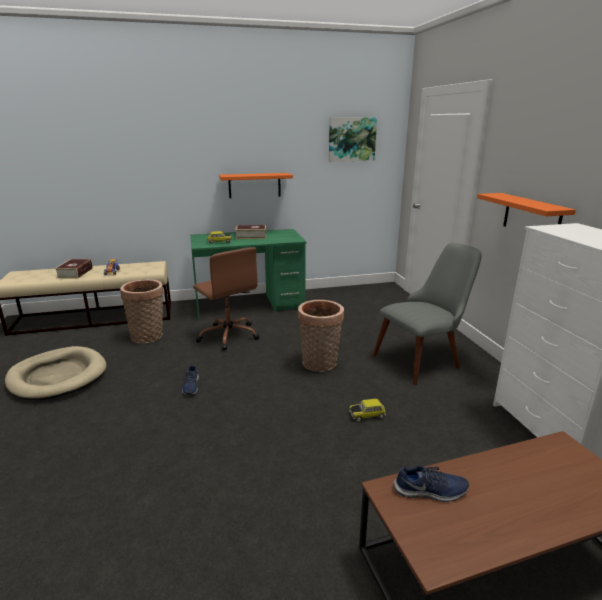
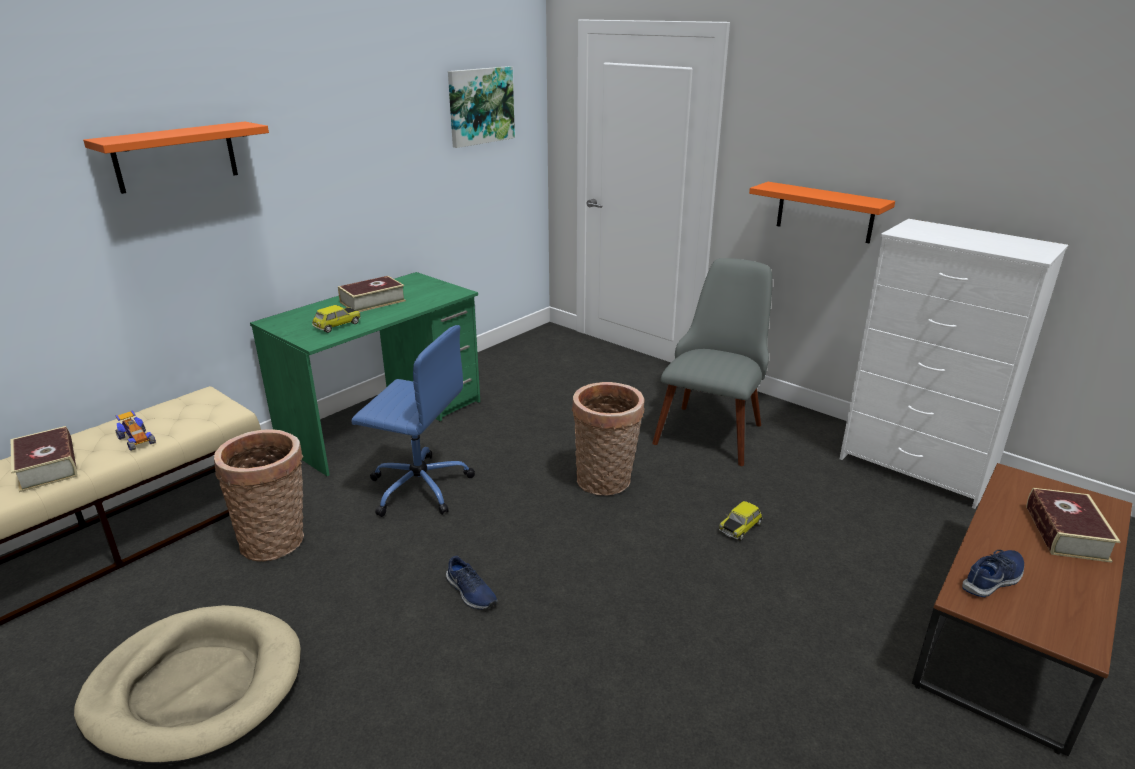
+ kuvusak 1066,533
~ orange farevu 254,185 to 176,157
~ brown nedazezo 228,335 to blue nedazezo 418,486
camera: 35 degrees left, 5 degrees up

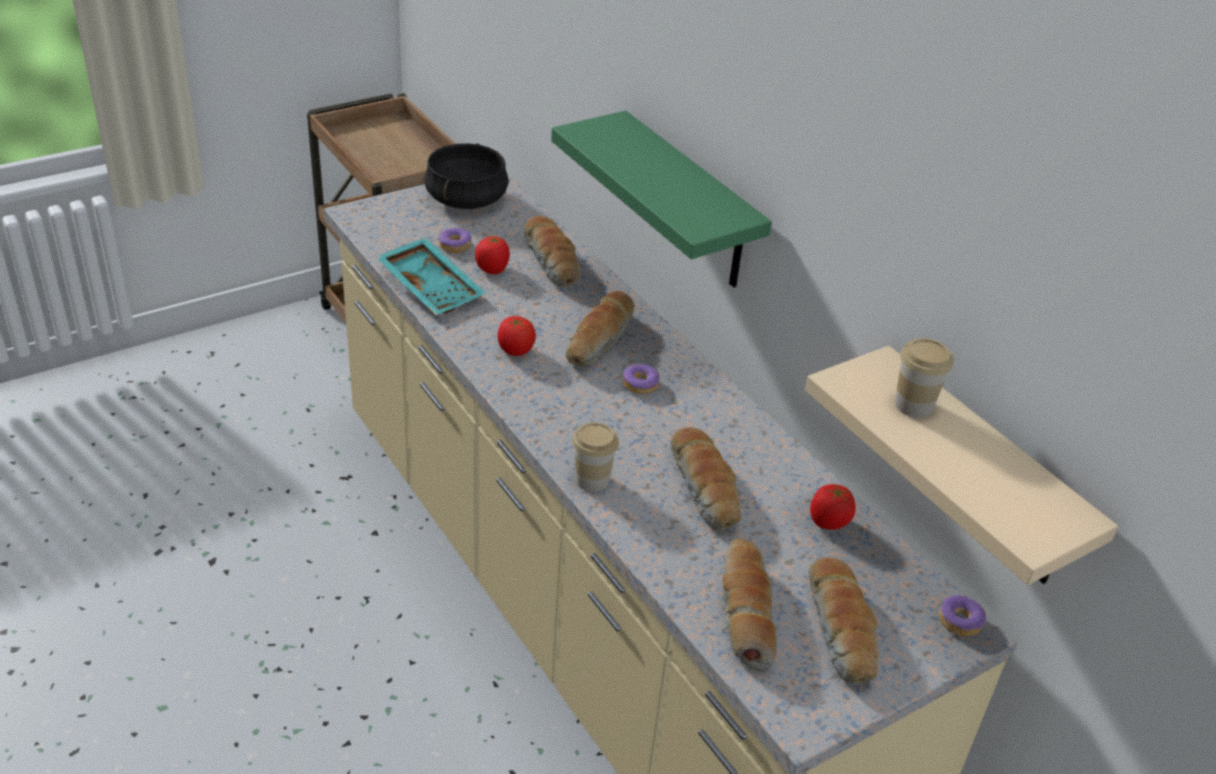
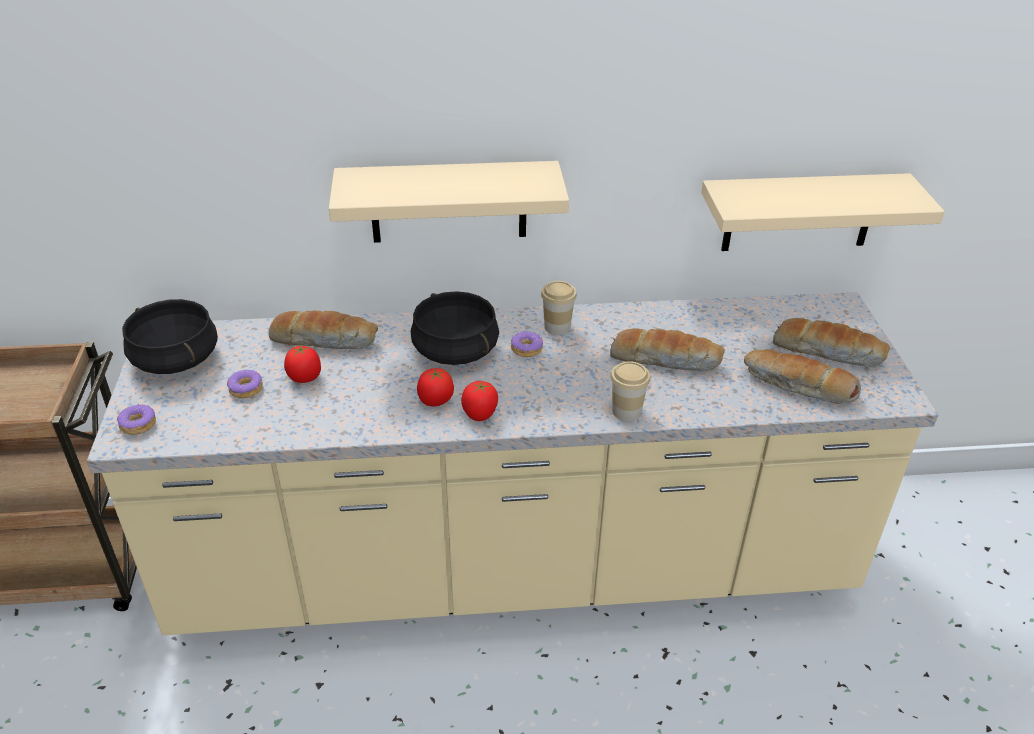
- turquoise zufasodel 432,287
~ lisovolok 828,522 to 480,414
~ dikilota 913,405 to 557,327
~ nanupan 959,621 to 137,424
~ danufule 600,340 to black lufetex 456,350
~ green farevu 689,203 to beige farevu 448,202
camera: 60 degrees left, 0 degrees up

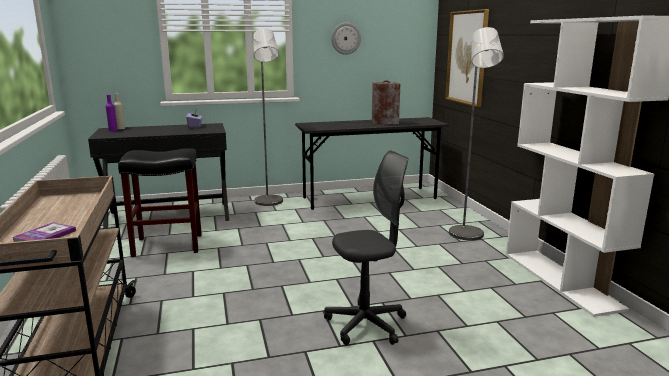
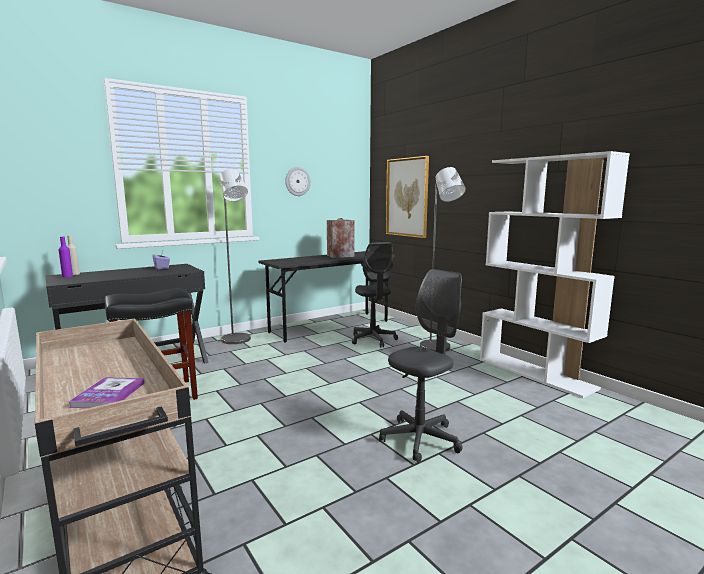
+ grey nedazezo 373,339
camera: 20 degrees left, 5 degrees down

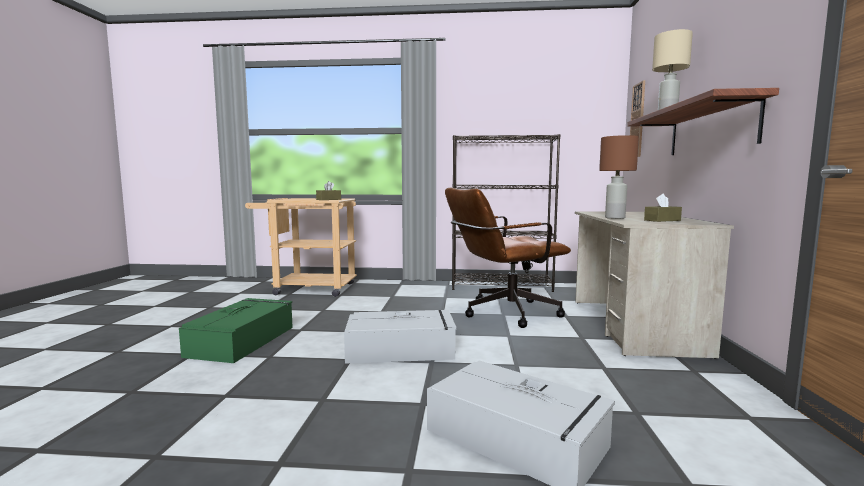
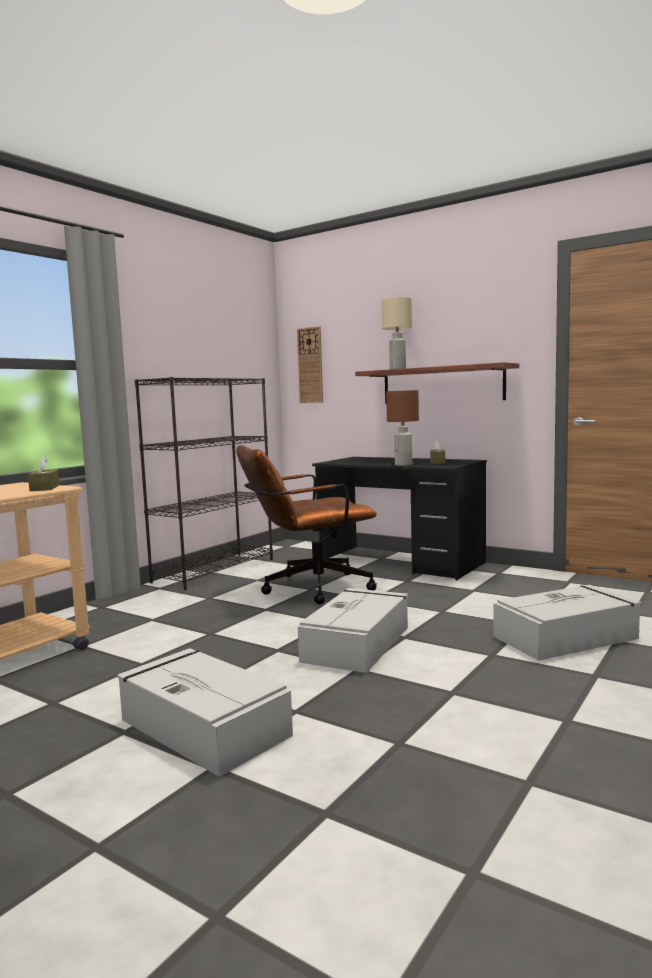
~ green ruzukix 243,340 to grey ruzukix 202,726
~ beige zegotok 633,325 to black zegotok 400,562
~ brown nedazezo 503,313 = 308,588 60 degrees clockwise
camera: 60 degrees left, 0 degrees up

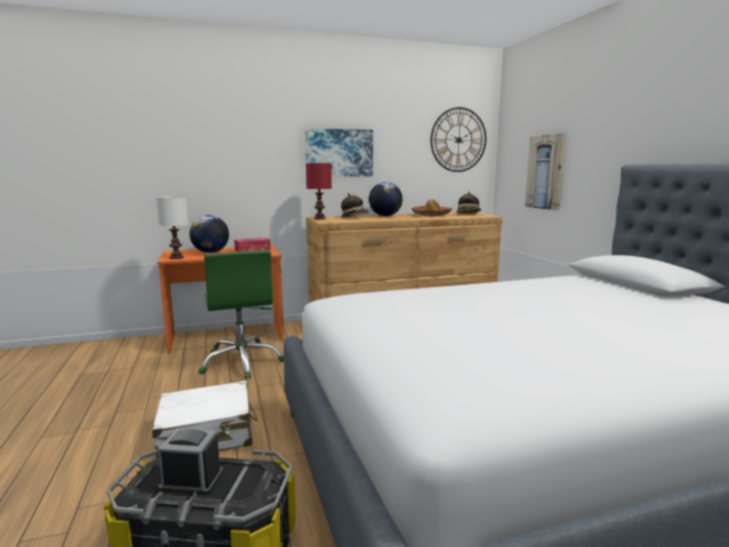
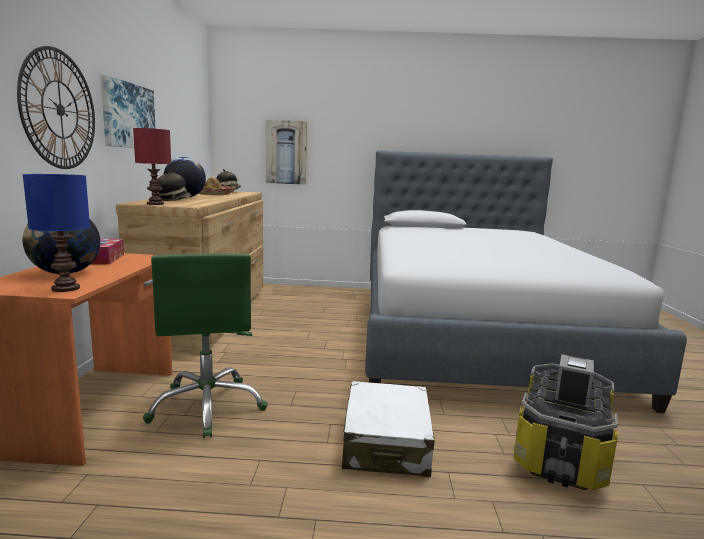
~ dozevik 458,140 to 60,109
~ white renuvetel 176,257 to blue renuvetel 64,289
~ green nedazezo 242,362 = 208,406 75 degrees clockwise
camera: 70 degrees left, 0 degrees up

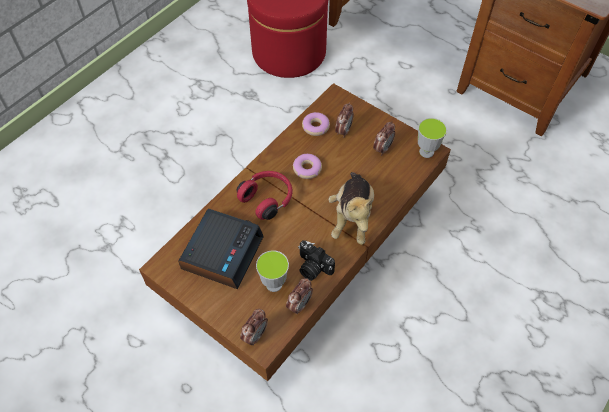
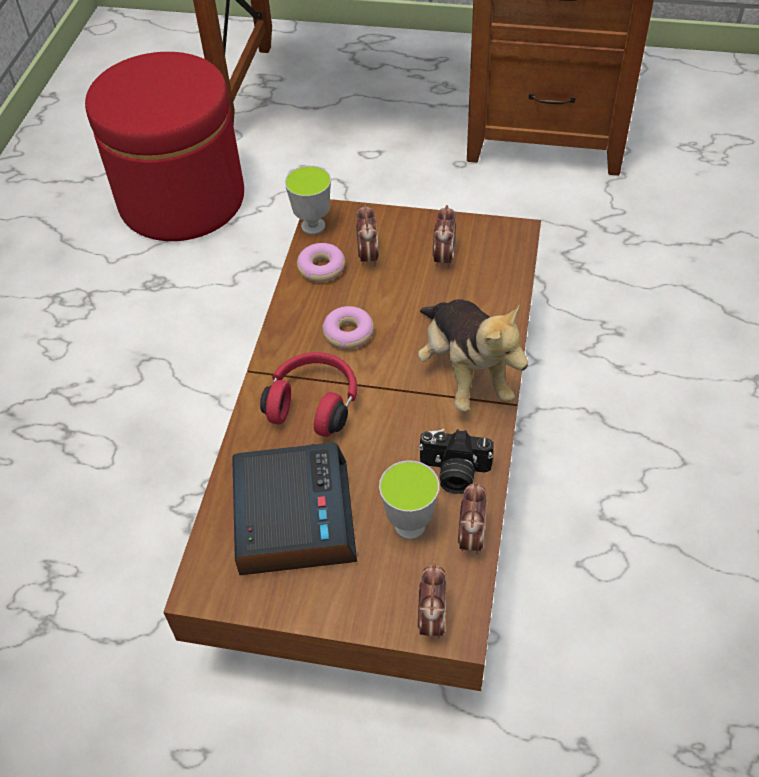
~ dikilota 426,152 to 313,226
camera: 25 degrees left, 5 degrees down

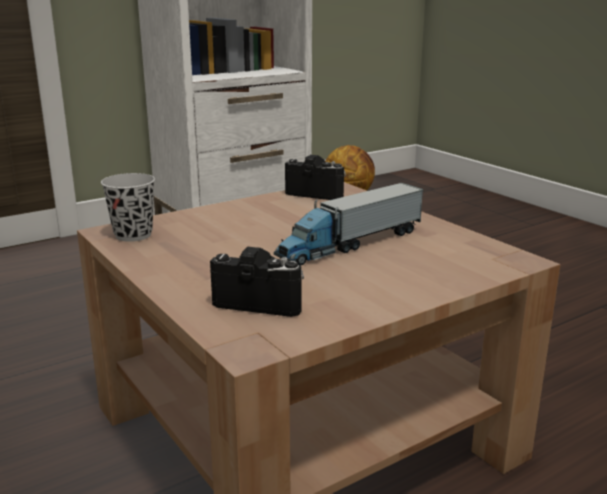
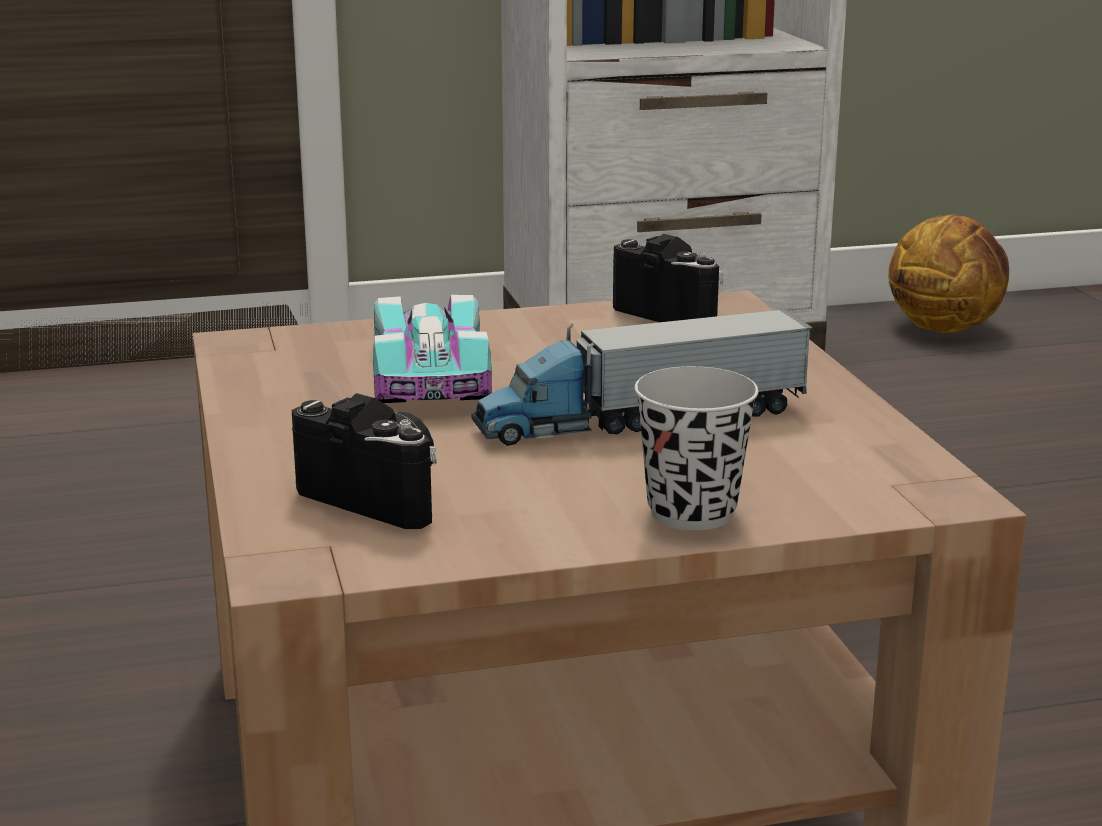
+ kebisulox 430,371
~ black dikilota 133,235 to 691,512
camera: 20 degrees right, 0 degrees up

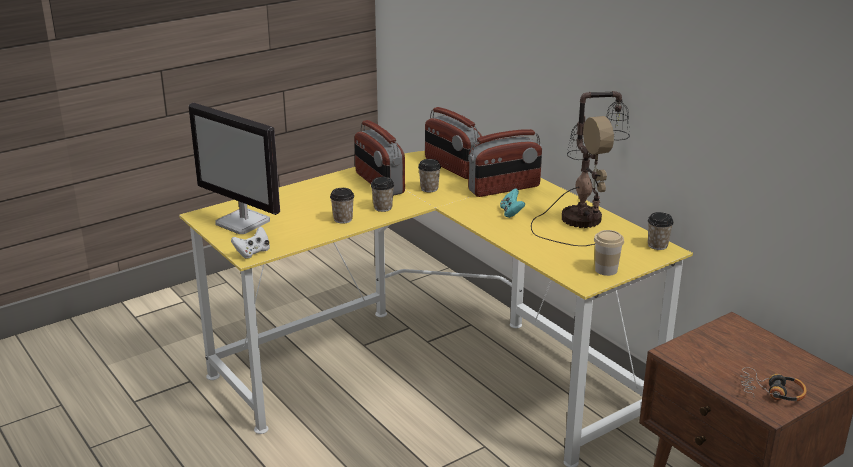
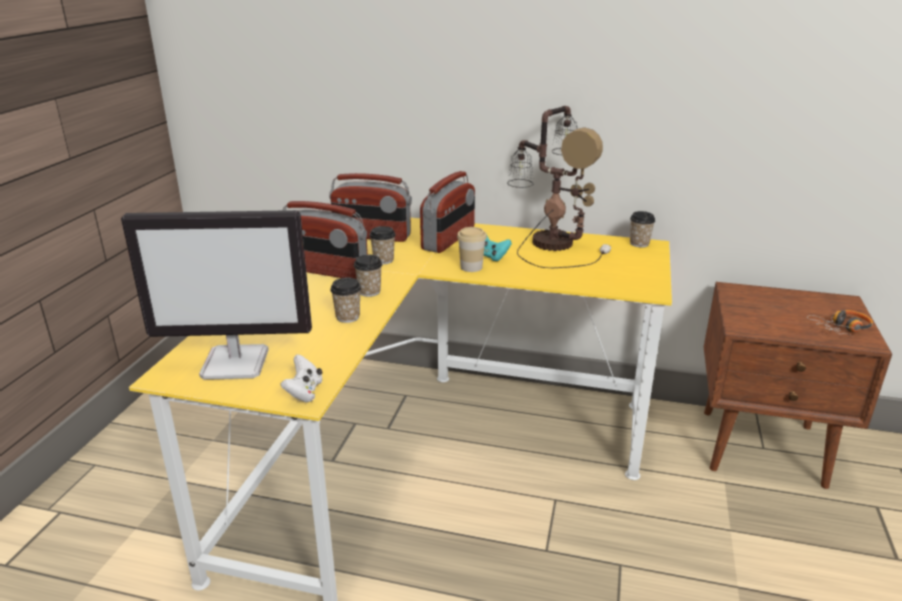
~ dikilota 606,270 to 471,267
camera: 40 degrees left, 0 degrees up

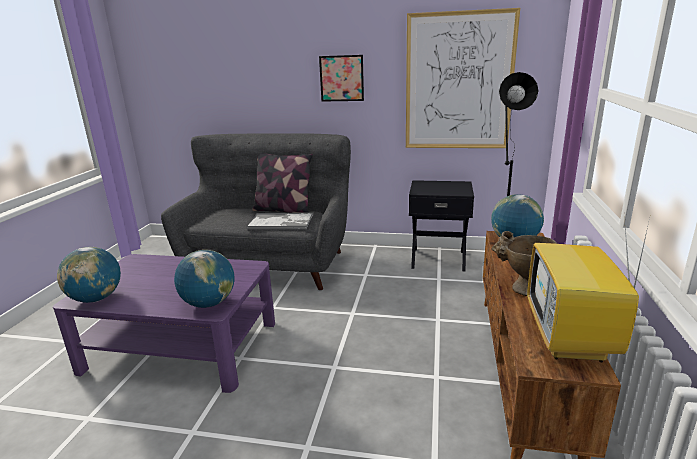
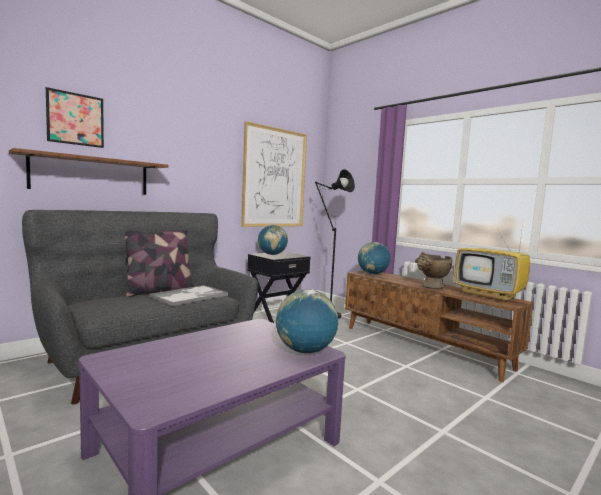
+ brown farevu 91,175
~ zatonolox 96,299 to 272,254
~ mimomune 341,78 to 75,119
camera: 55 degrees left, 15 degrees down

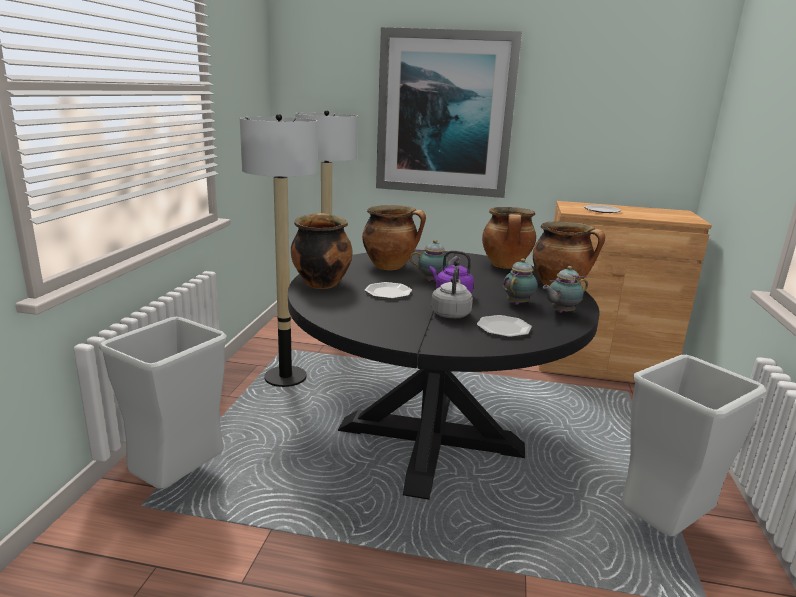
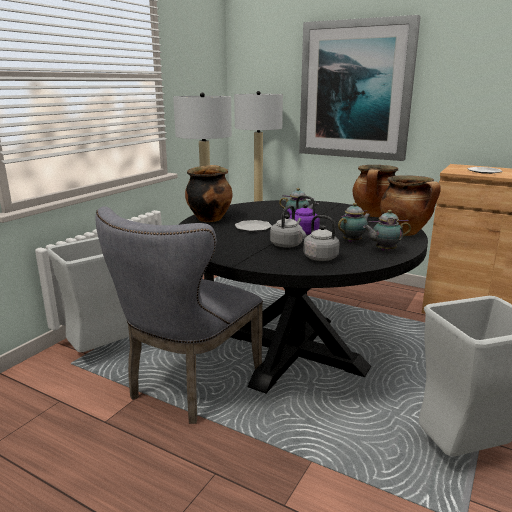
- lufetex 391,266
+ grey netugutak 189,386
~ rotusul 503,328 to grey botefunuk 318,257
camera: 20 degrees right, 0 degrees up

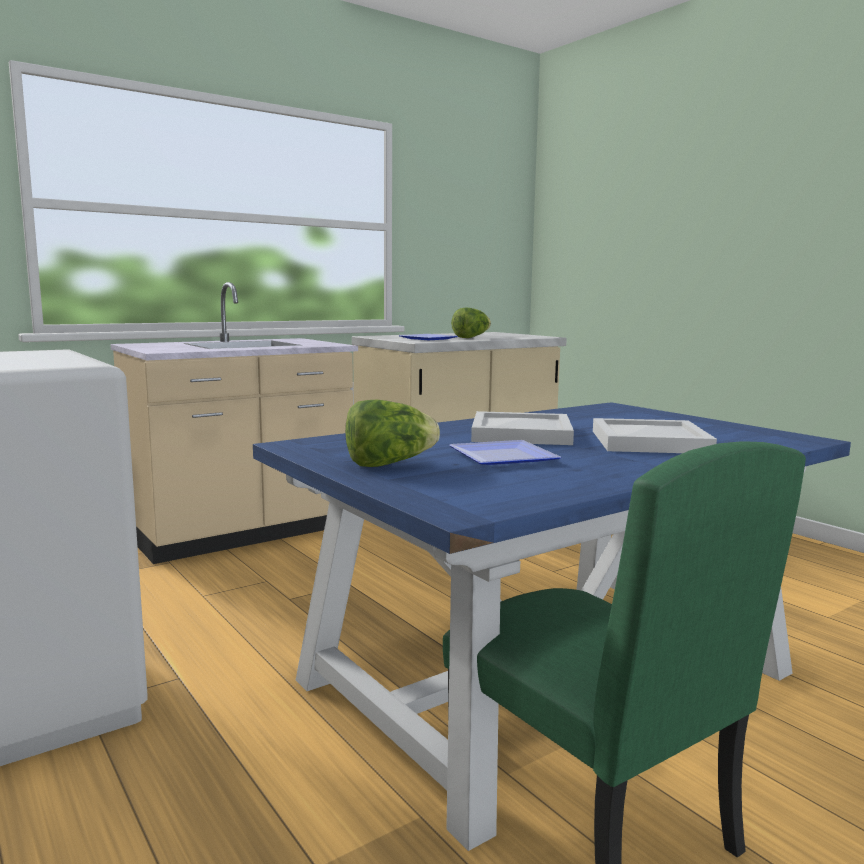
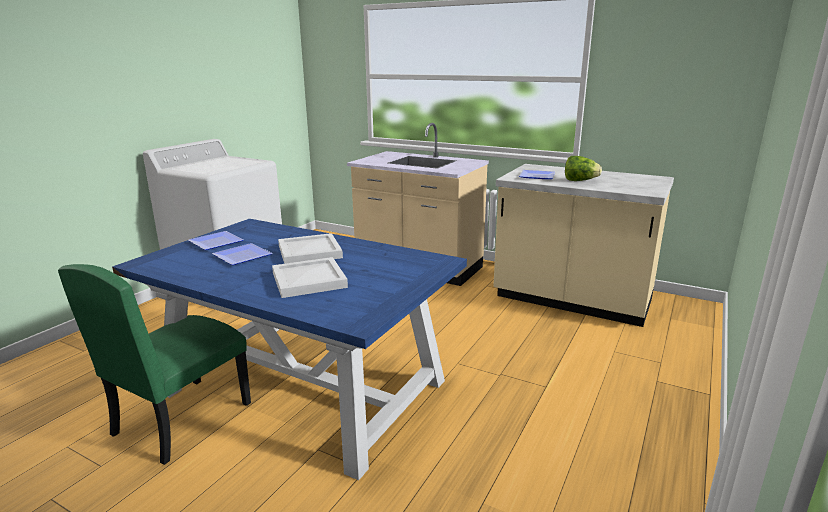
~ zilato 388,464 to rotusul 217,242
camera: 65 degrees right, 10 degrees up

